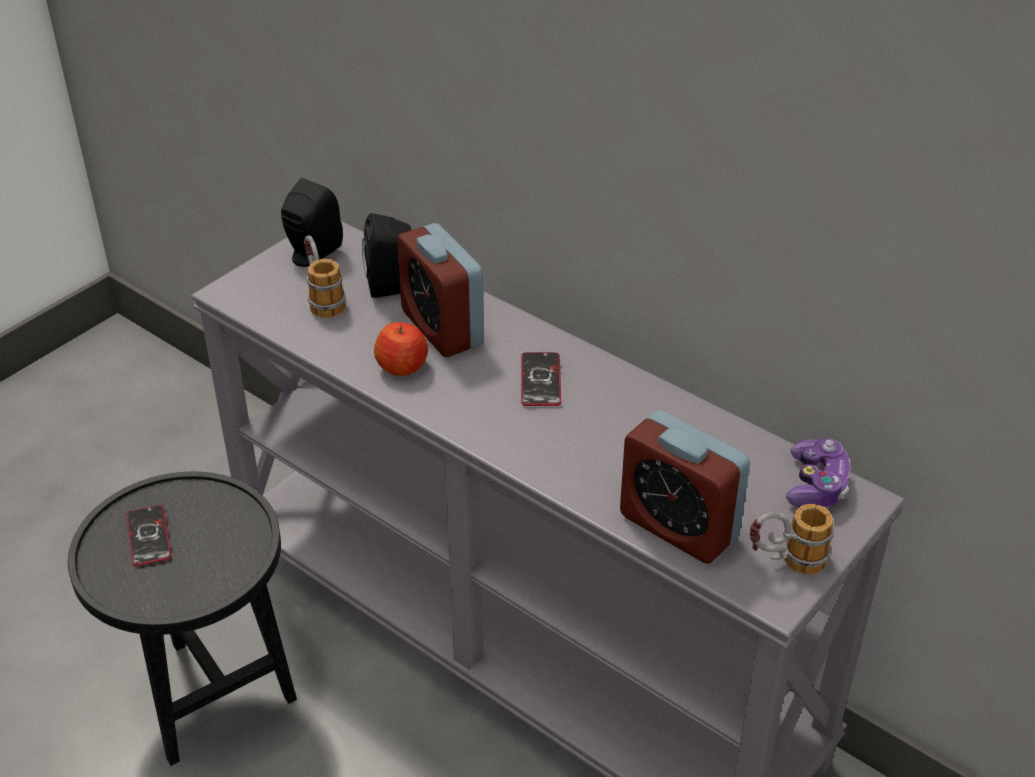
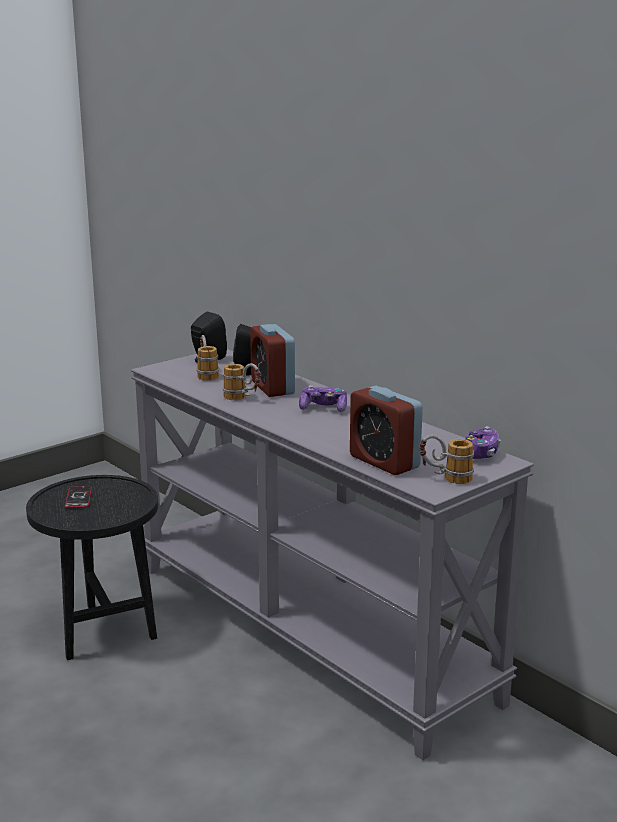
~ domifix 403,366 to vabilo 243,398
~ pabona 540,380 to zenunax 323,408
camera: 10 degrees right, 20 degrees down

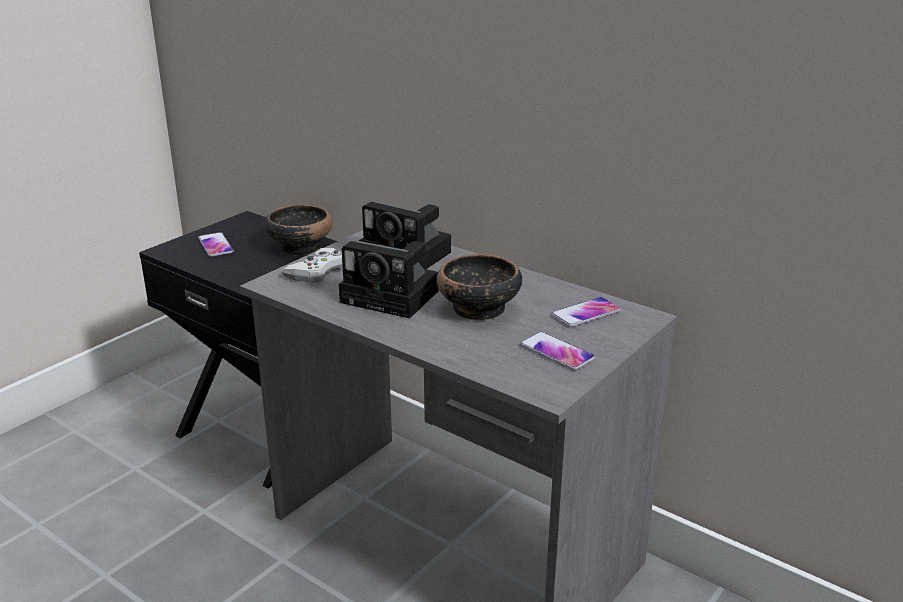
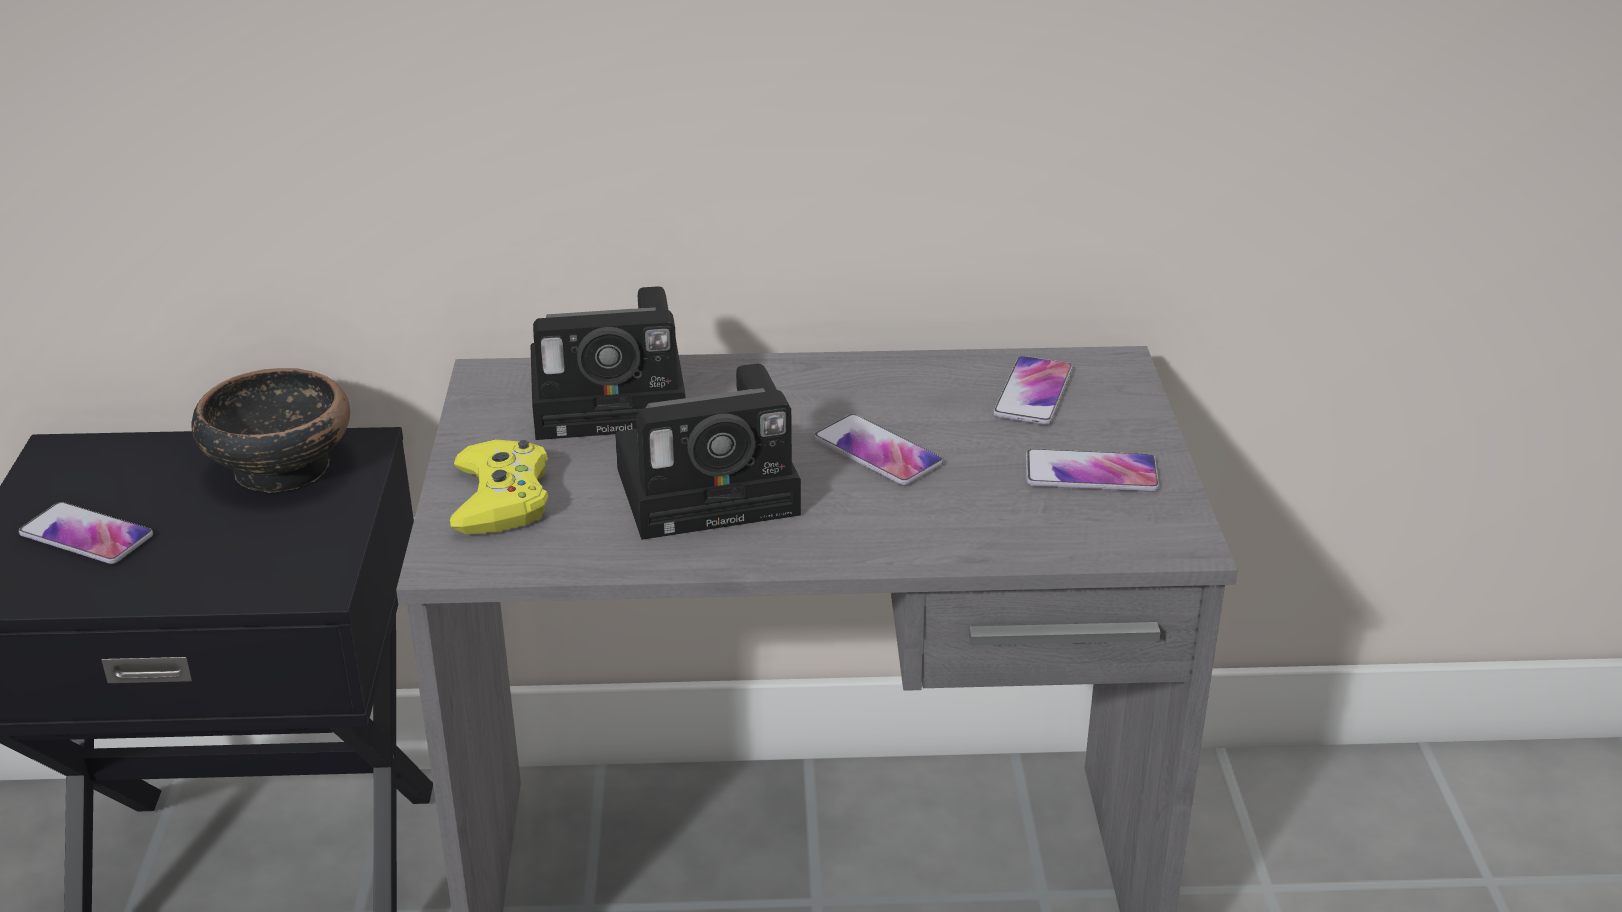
~ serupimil 478,309 to pabona 877,452
~ white zenunax 317,271 to yellow zenunax 501,498
camera: 40 degrees left, 5 degrees up

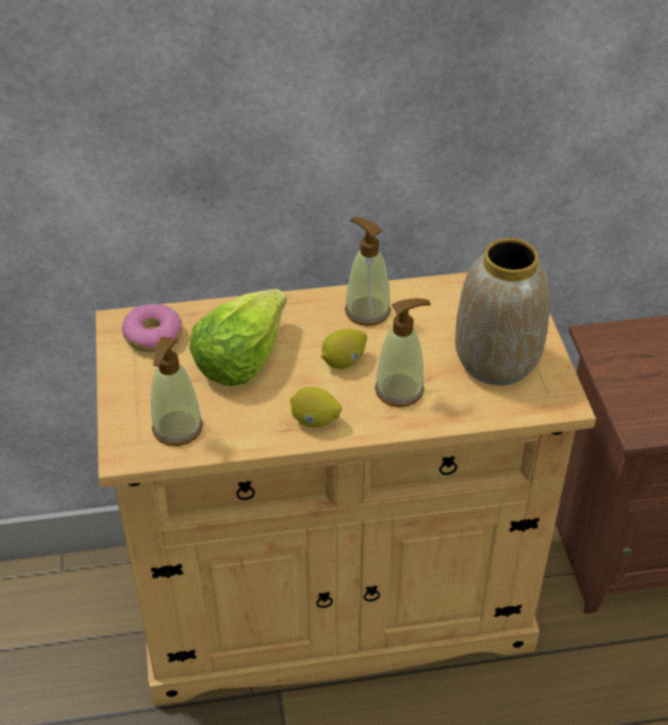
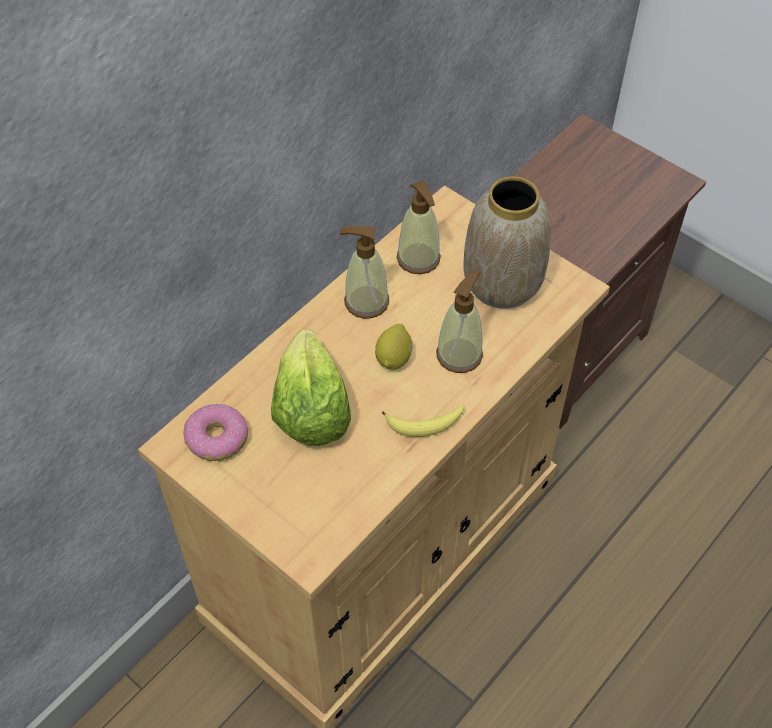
~ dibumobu 177,428 to 418,259
~ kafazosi 314,421 to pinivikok 425,424
camera: 40 degrees left, 10 degrees up

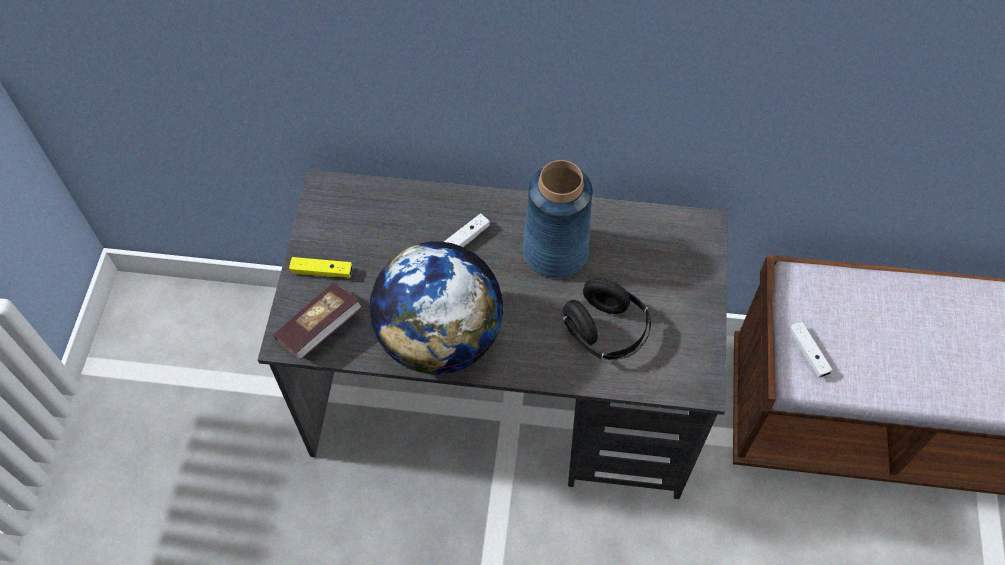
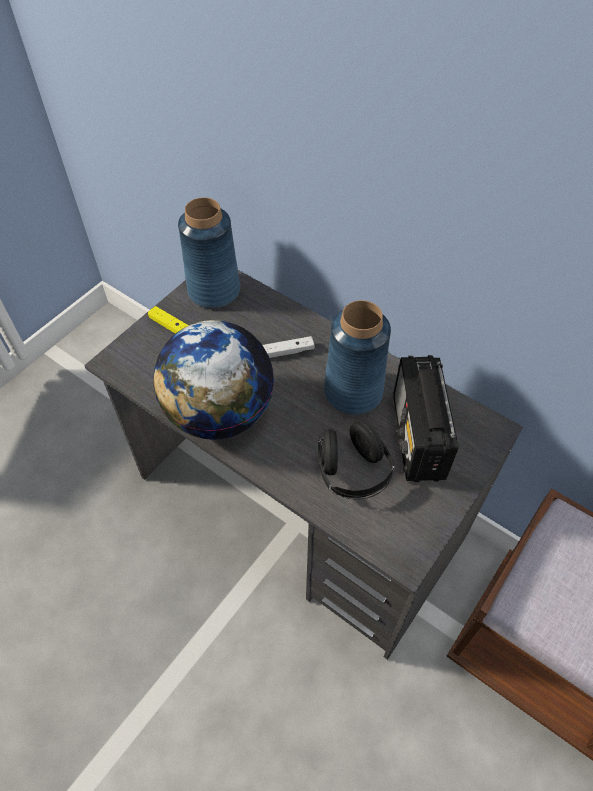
- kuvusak 320,329
- white zenunax 808,353
+ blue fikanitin 214,290
+ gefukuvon 417,437
camera: 30 degrees right, 5 degrees down

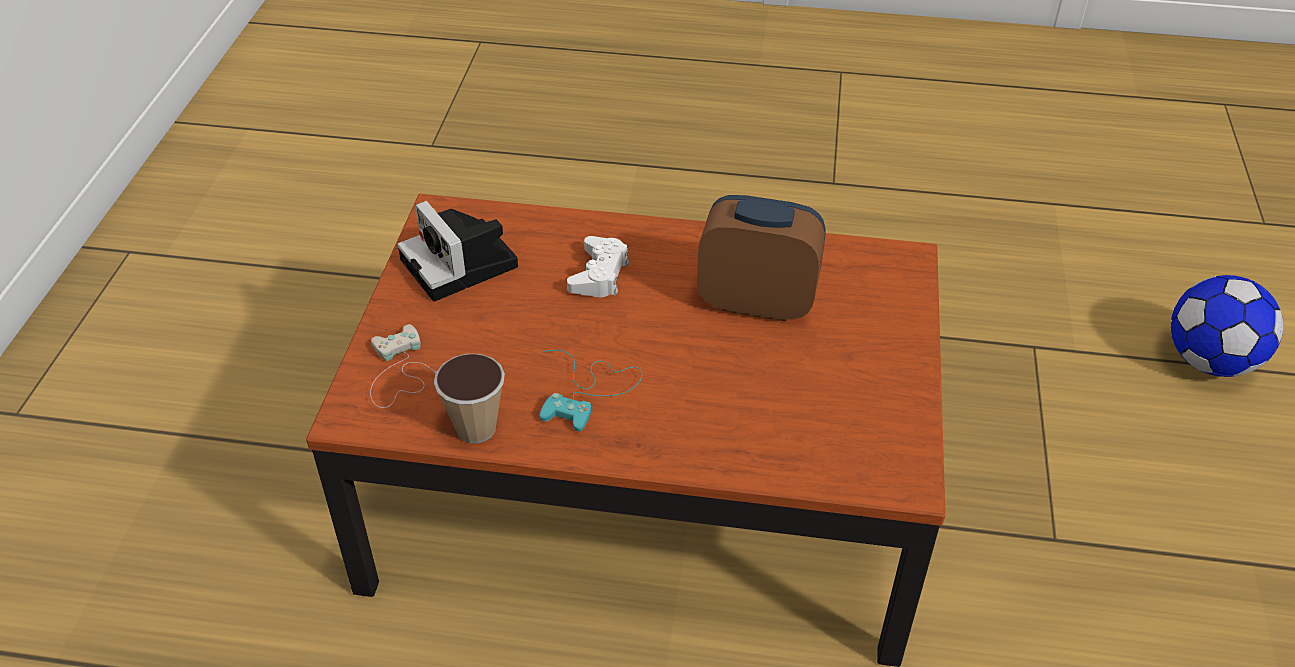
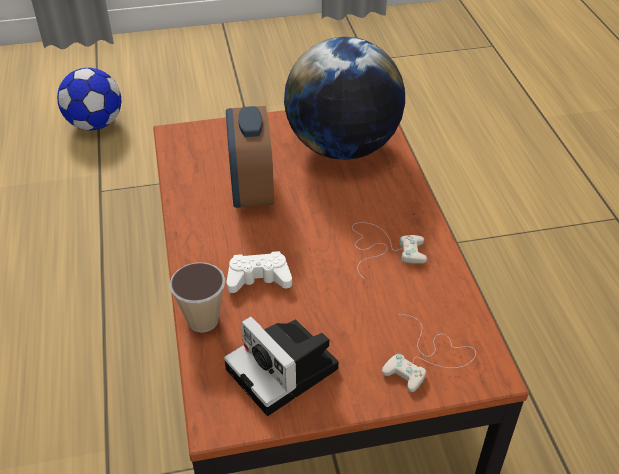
+ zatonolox 342,147
~ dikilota 476,428 to 203,320
~ turquoise zenunax 589,391 to white zenunax 383,248
~ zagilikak 462,265 = 286,371 105 degrees clockwise
camera: 110 degrees left, 0 degrees up

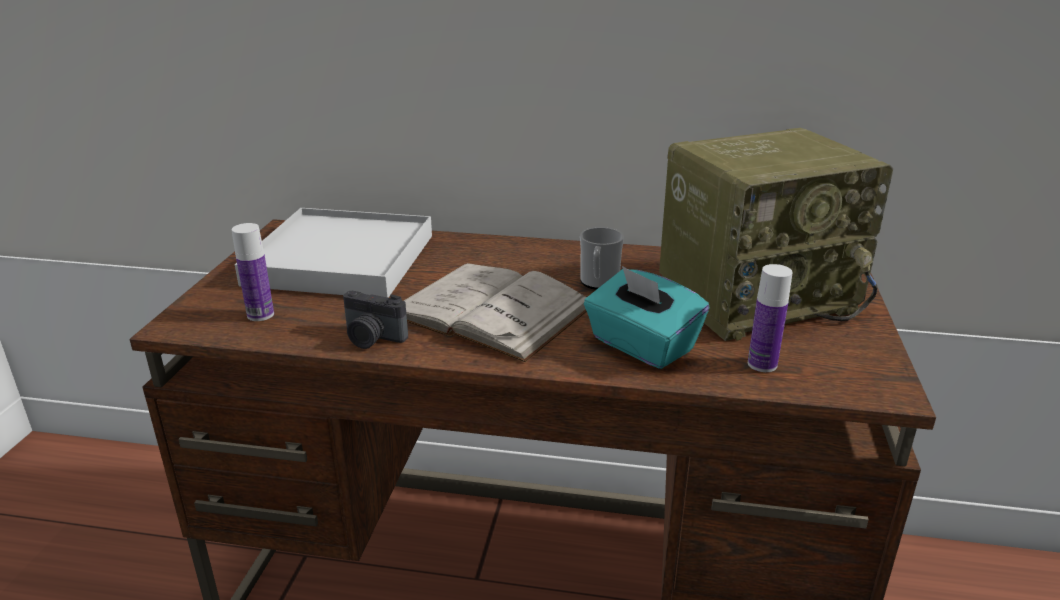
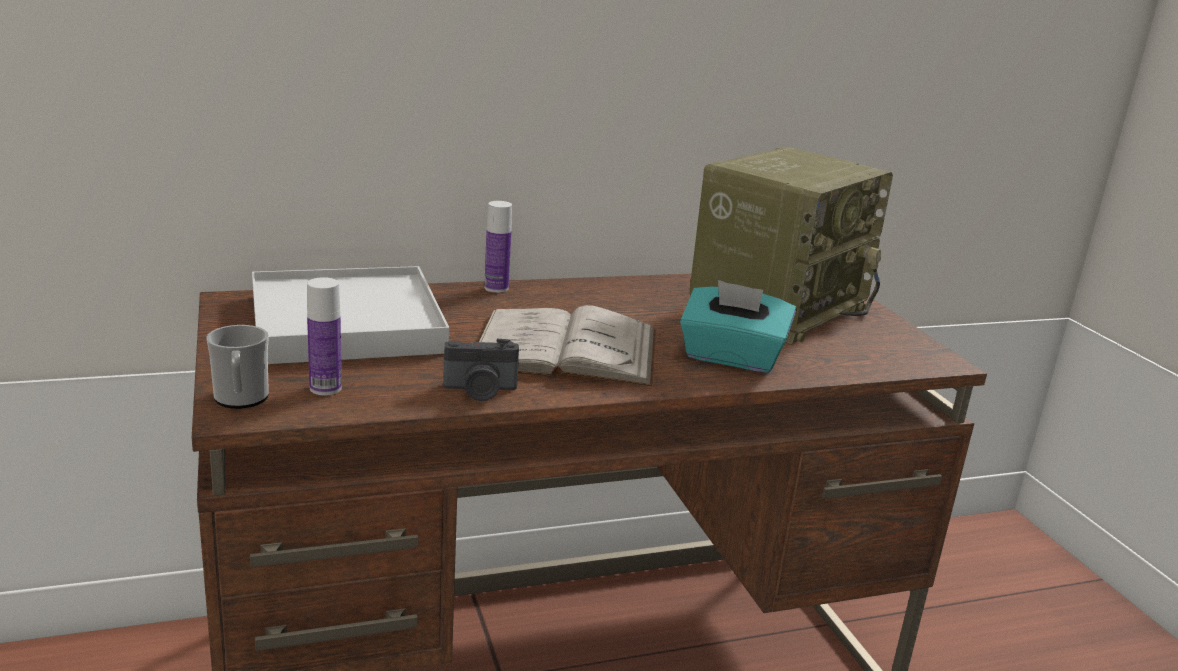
~ vabilo 599,283 to 241,400
~ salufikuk 762,364 to 496,288
camera: 30 degrees left, 5 degrees down

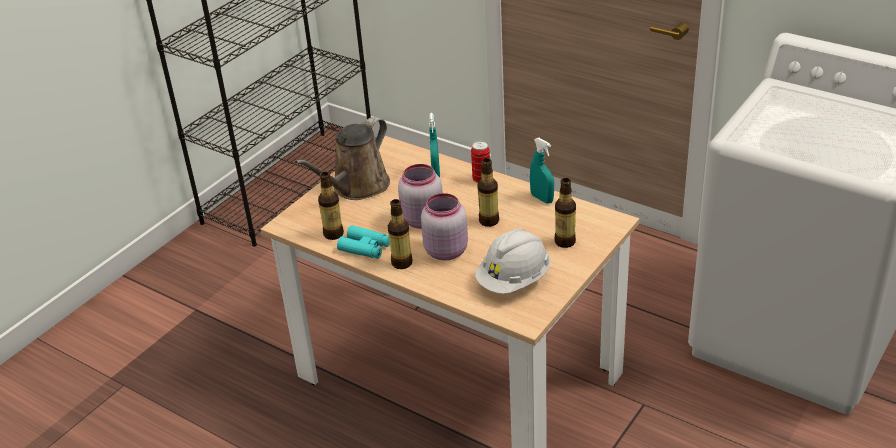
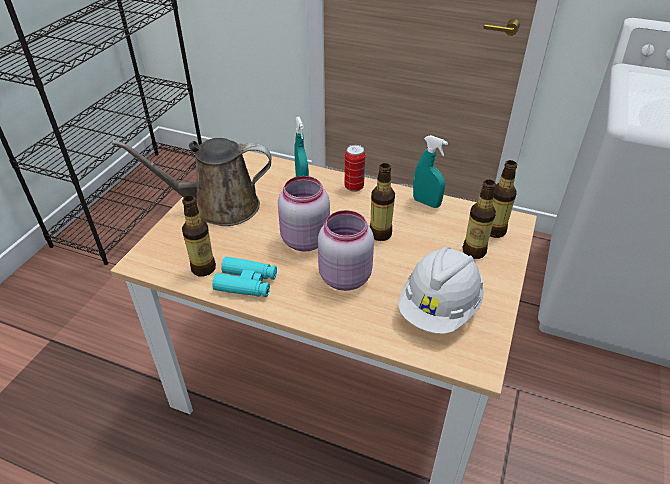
~ salufikuk 401,263 to 494,231
~ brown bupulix 357,187 = 219,207 60 degrees clockwise
camera: 15 degrees left, 5 degrees up

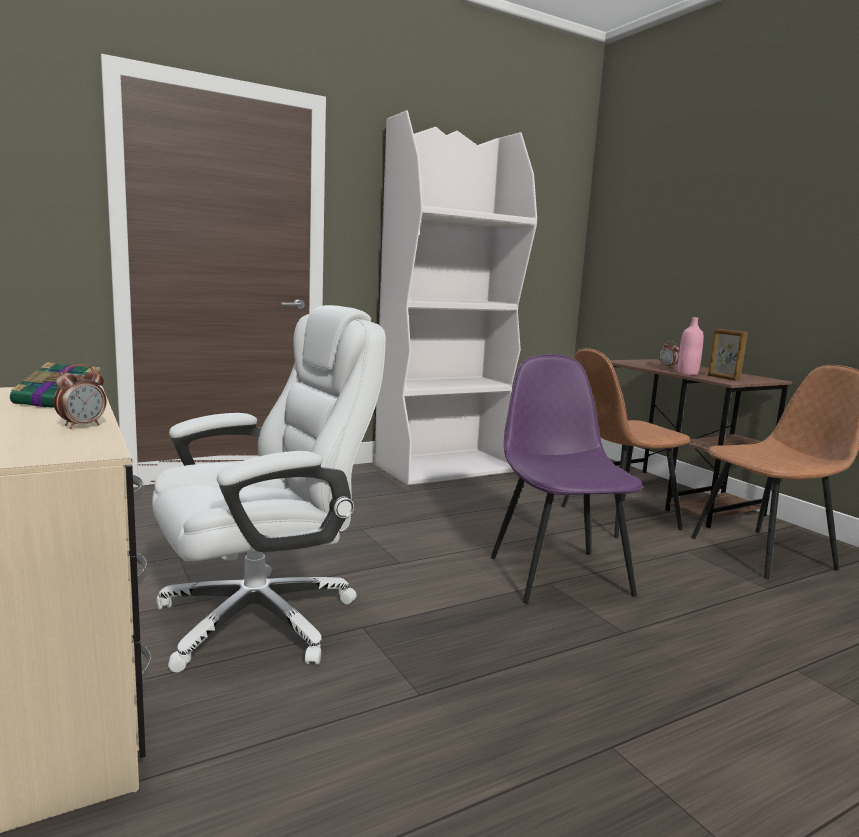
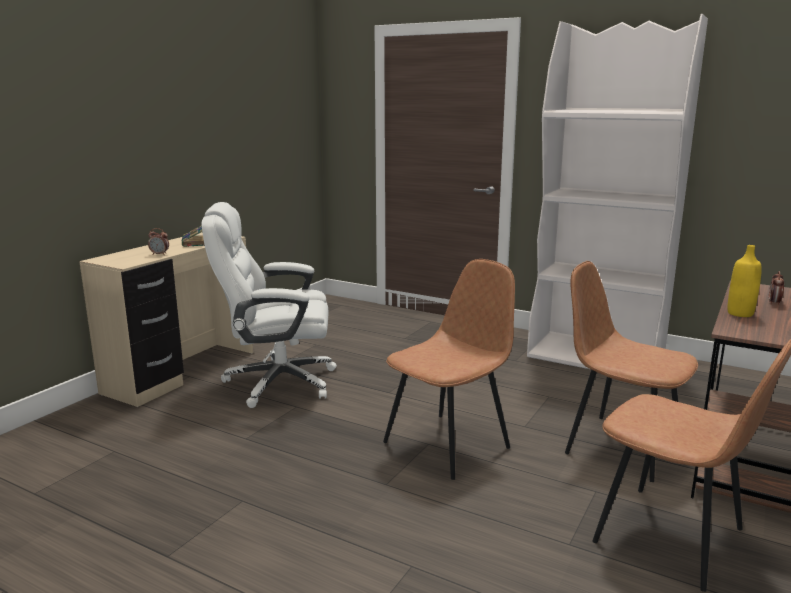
- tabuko 723,378
~ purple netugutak 558,574 to brown netugutak 448,444
~ pink salufikuk 687,373 to yellow salufikuk 740,313
~ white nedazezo 262,618 = 277,382 150 degrees clockwise
camera: 60 degrees right, 5 degrees up

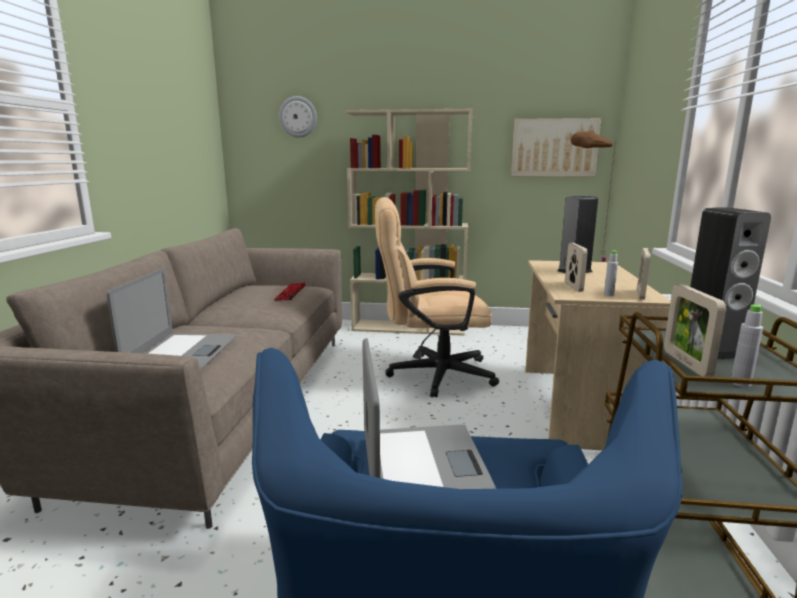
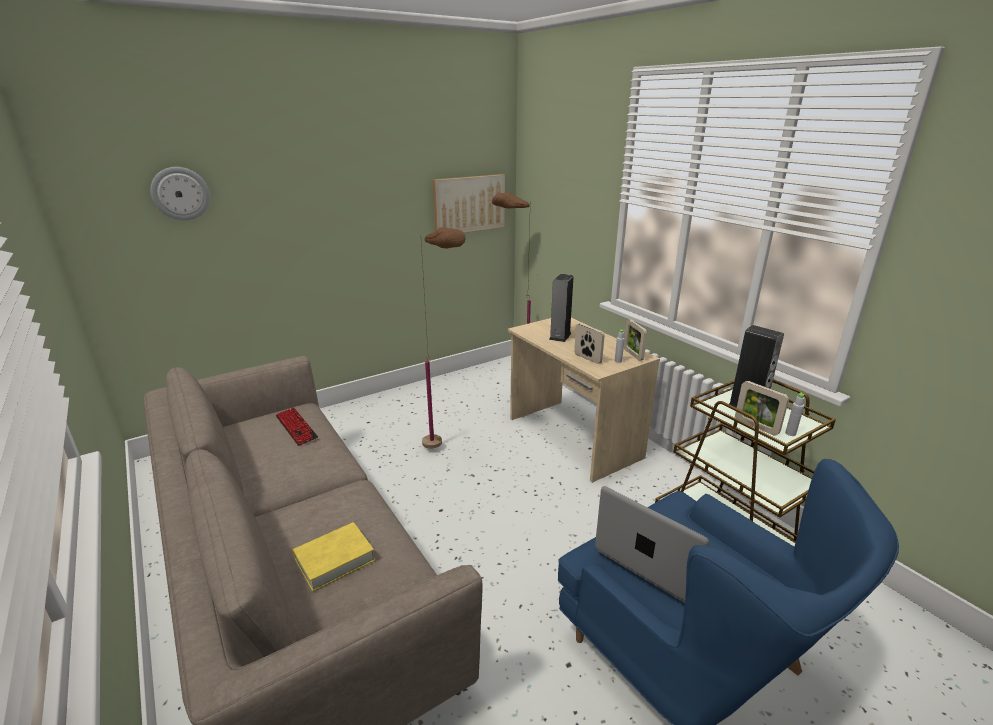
- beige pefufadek 409,328
~ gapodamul 181,354 to yellow kuvusak 334,560
~ beige nedazezo 430,374 to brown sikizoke 446,453
camera: 40 degrees left, 10 degrees up

